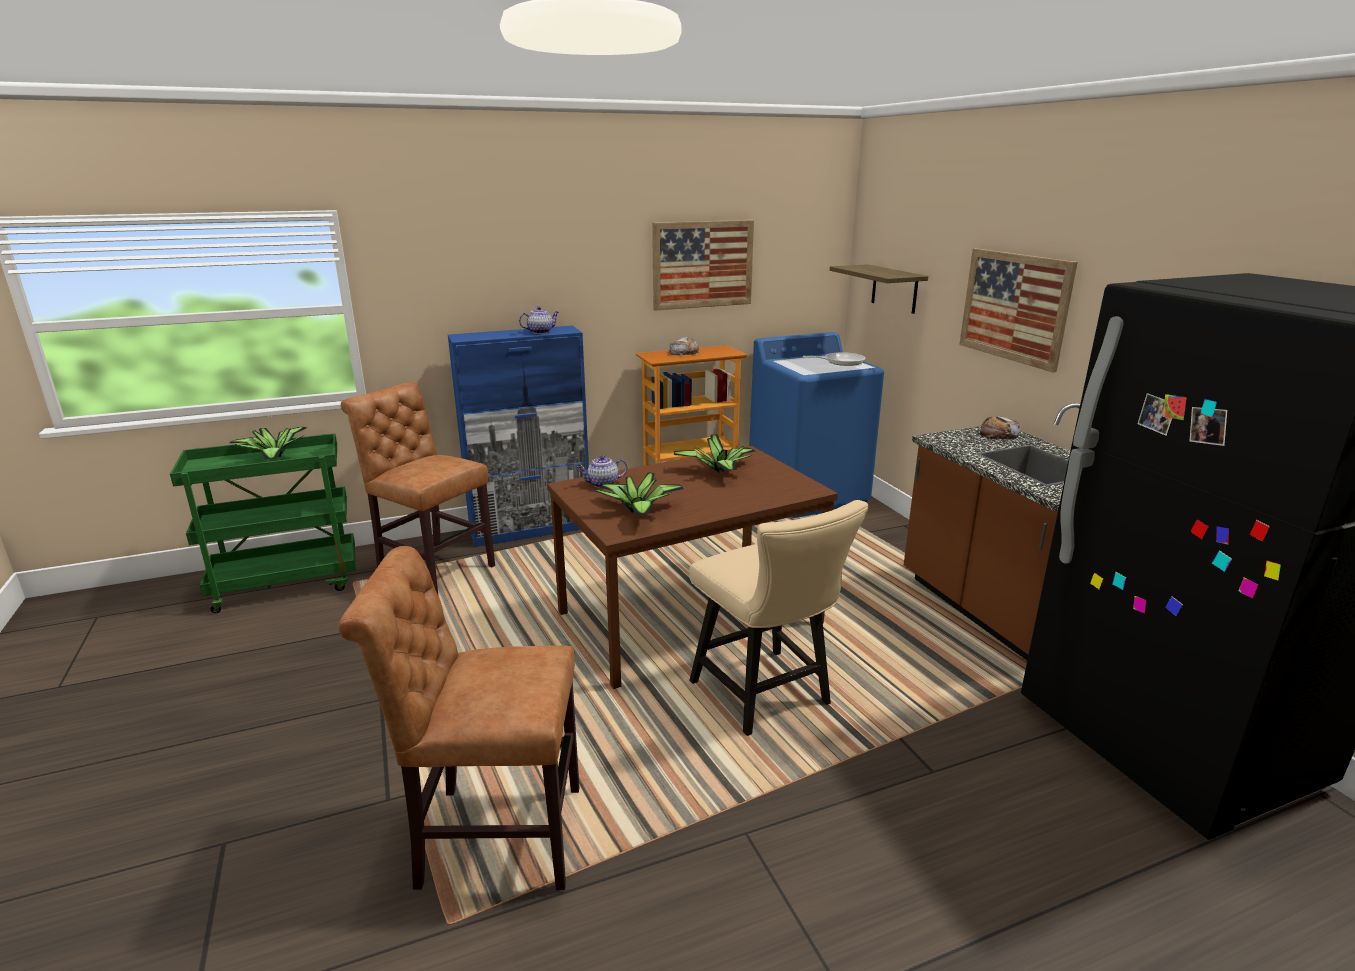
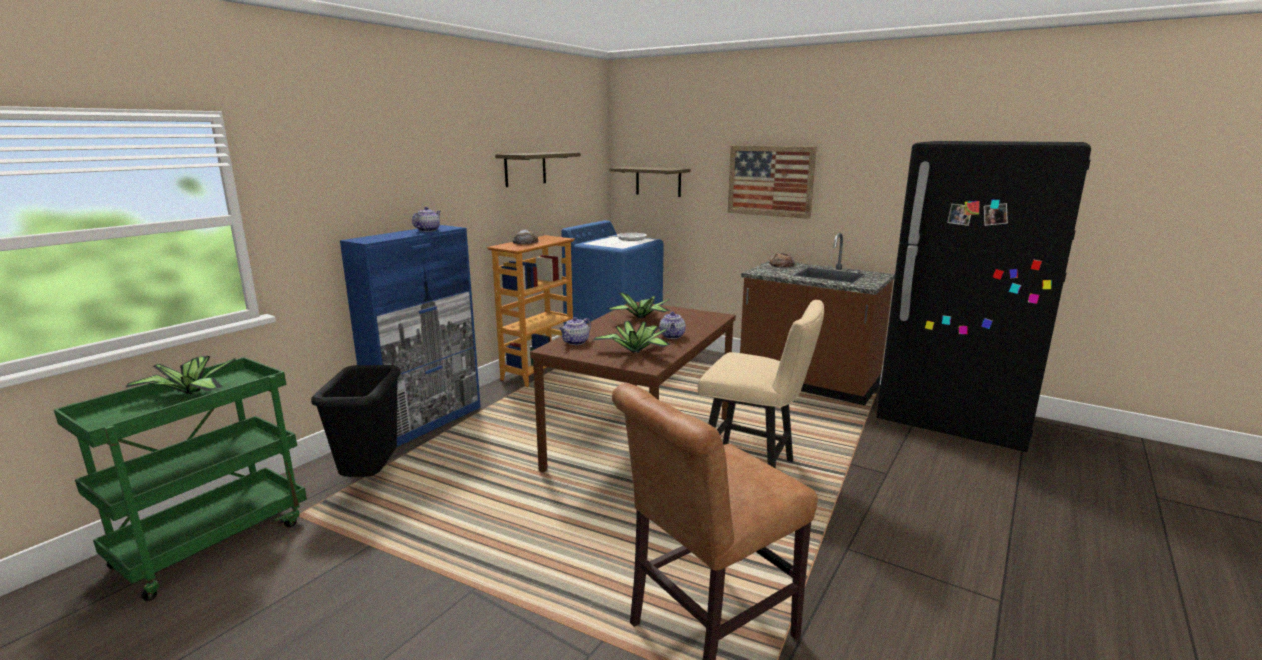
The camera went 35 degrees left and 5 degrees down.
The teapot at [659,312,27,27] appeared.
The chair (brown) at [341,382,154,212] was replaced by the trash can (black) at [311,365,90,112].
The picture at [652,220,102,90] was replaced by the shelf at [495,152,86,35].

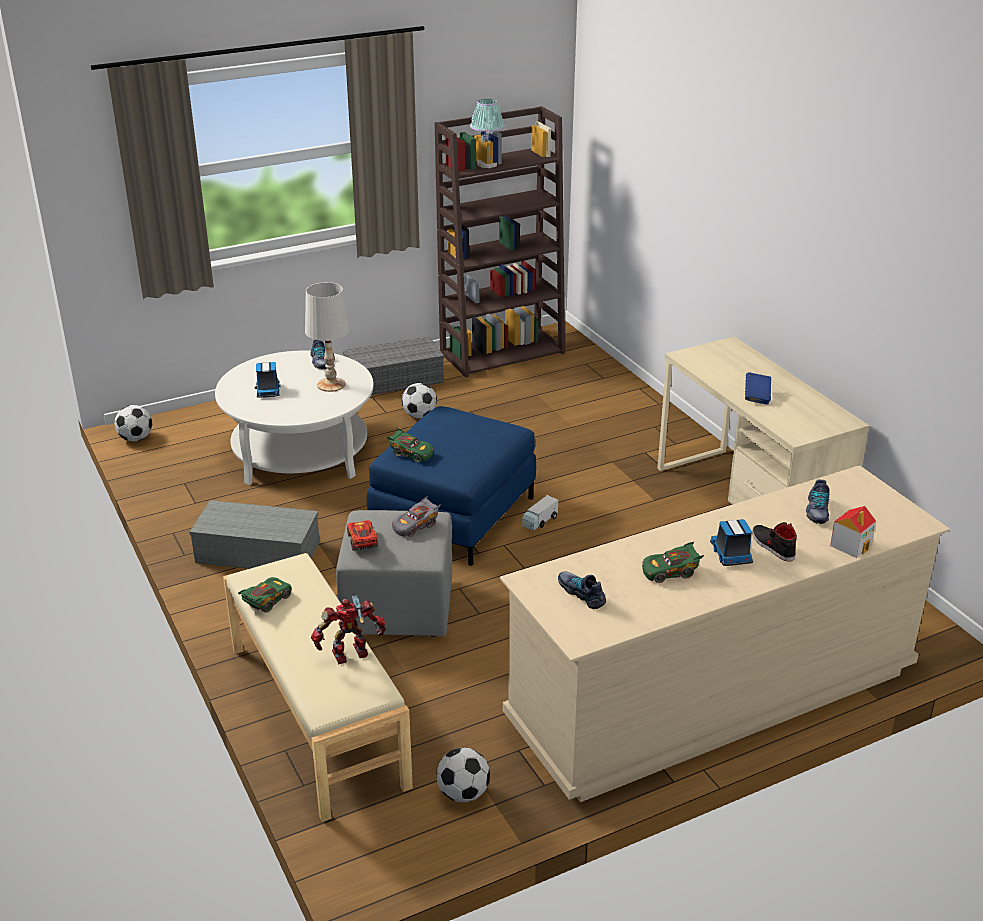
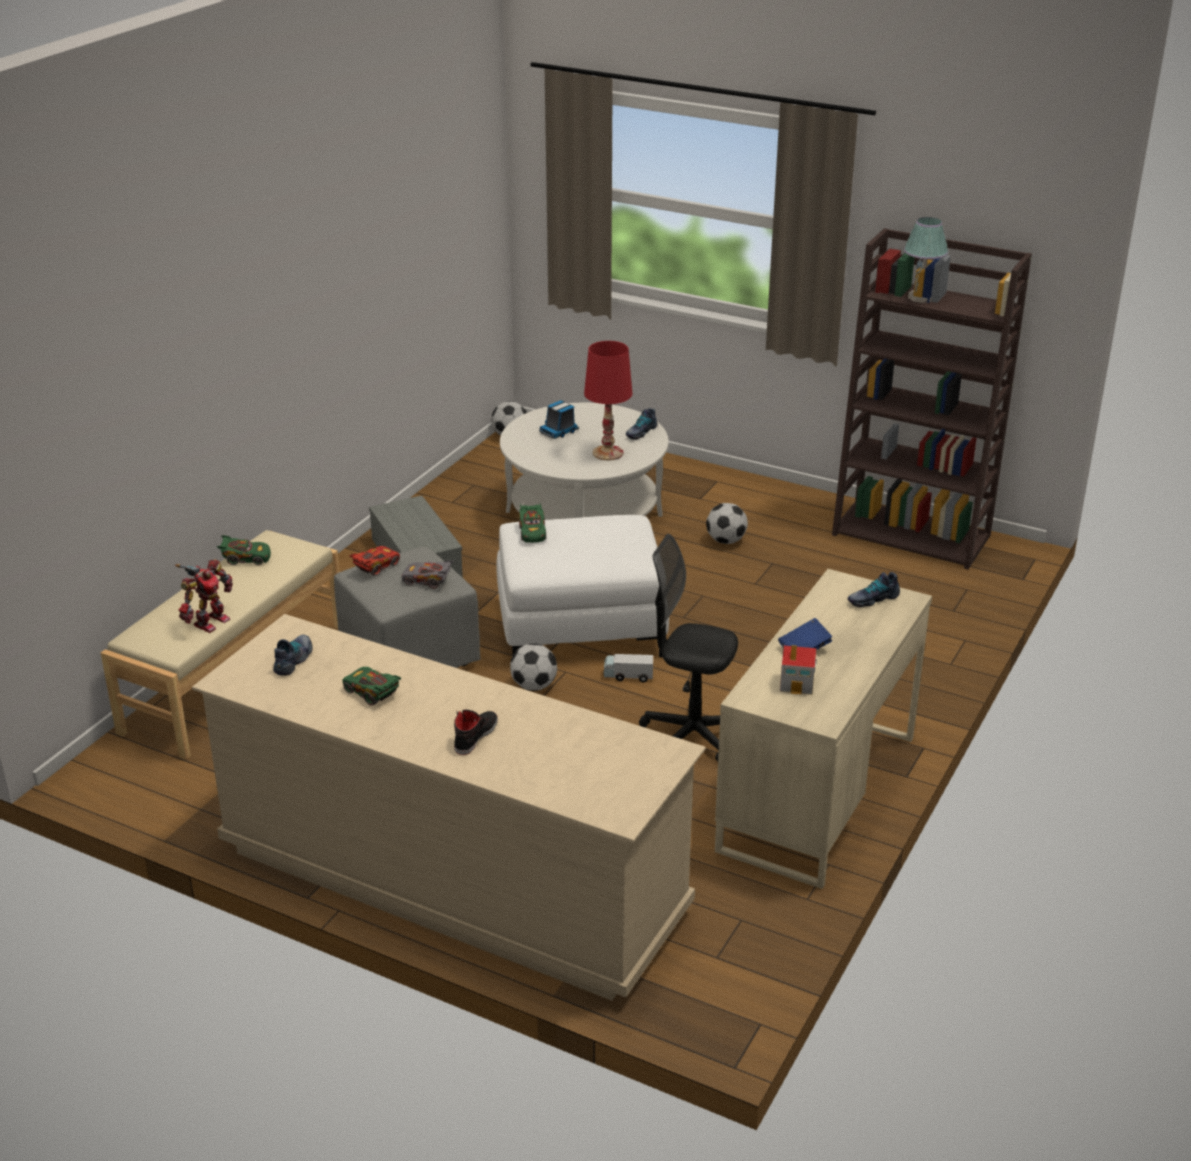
The camera went 55 degrees right and 0 degrees up.
The storage box (grey) at [343,337,101,58] disappeared.
The toy truck at [710,519,43,47] disappeared.
The office chair (black) at [639,534,99,228] appeared.
The football moved from [436,748,54,54] to [510,643,47,48].
The shoe moved from [806,479,23,45] to [848,572,52,35].
The toy house moved from [830,506,46,52] to [780,645,37,50].
The table lamp (white) at [305,282,45,110] became the table lamp (red) at [584,341,48,119].
The ottoman (blue) at [367,406,169,160] became the ottoman (white) at [496,515,173,142].
The toy robot at [311,595,75,69] turned 90 degrees clockwise.

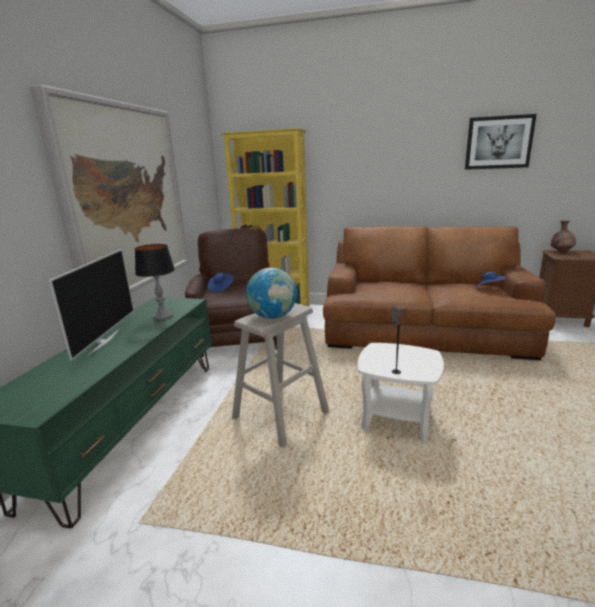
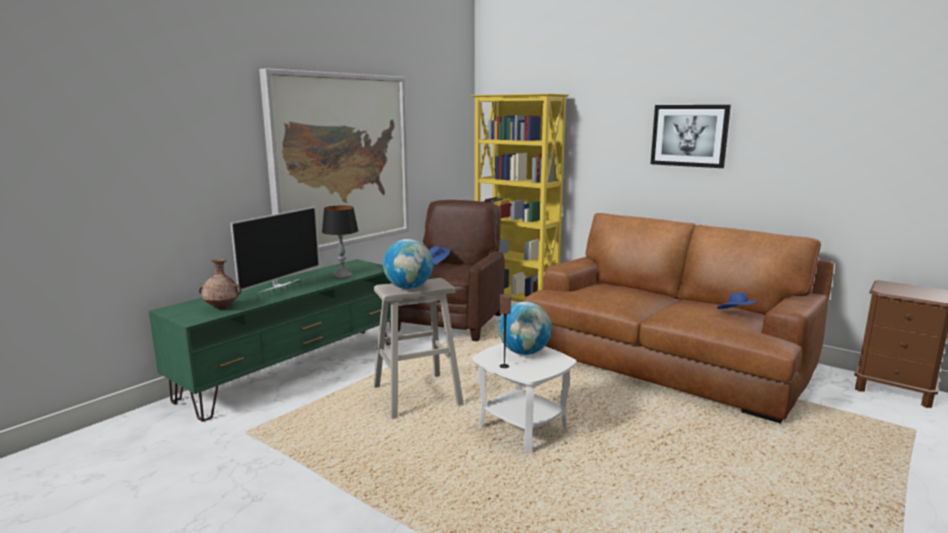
The camera went 25 degrees right and 5 degrees down.
The globe at [499,301,53,54] appeared.
The picture moved from [465,114,72,56] to [651,105,80,63].
The vase (brown) moved from [551,221,25,31] to [199,259,42,50].

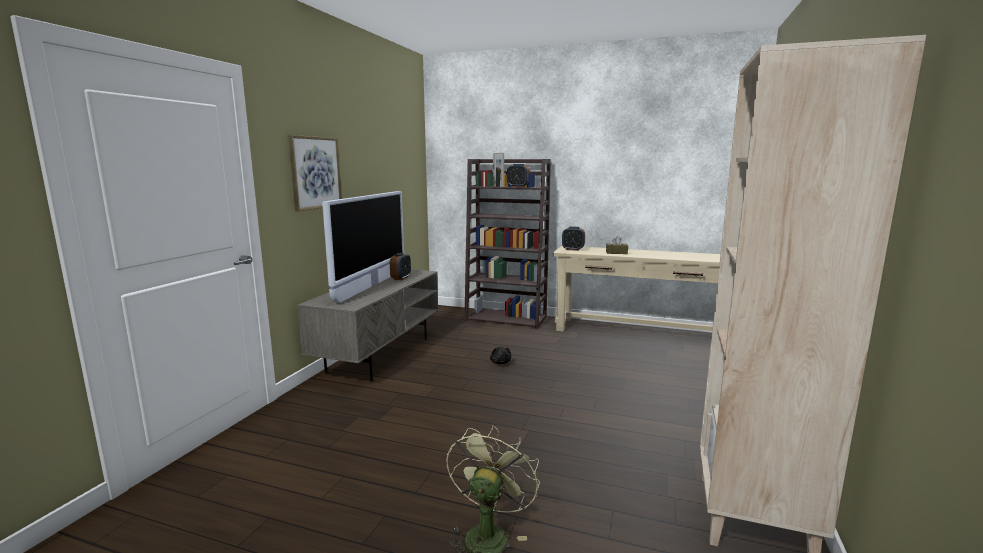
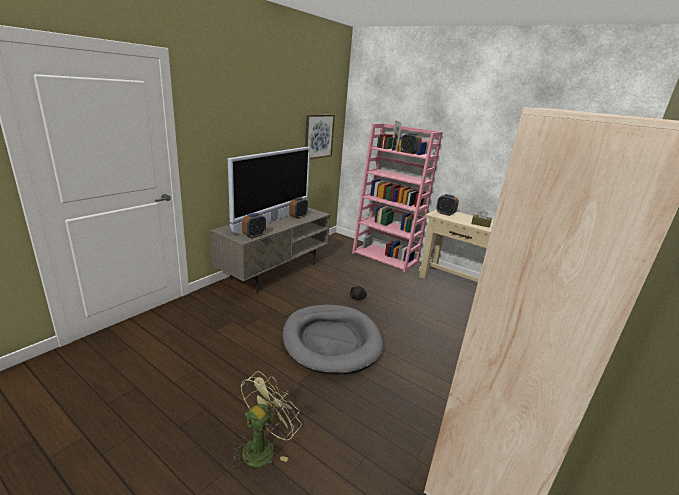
The camera went 15 degrees right and 10 degrees up.
The alarm clock at [242,213,24,25] appeared.
The dog bed (grey) at [283,305,100,69] appeared.
The picture moved from [288,135,54,76] to [305,114,30,45].
The bookcase (brown) at [464,159,87,170] became the bookcase (pink) at [352,123,91,149].

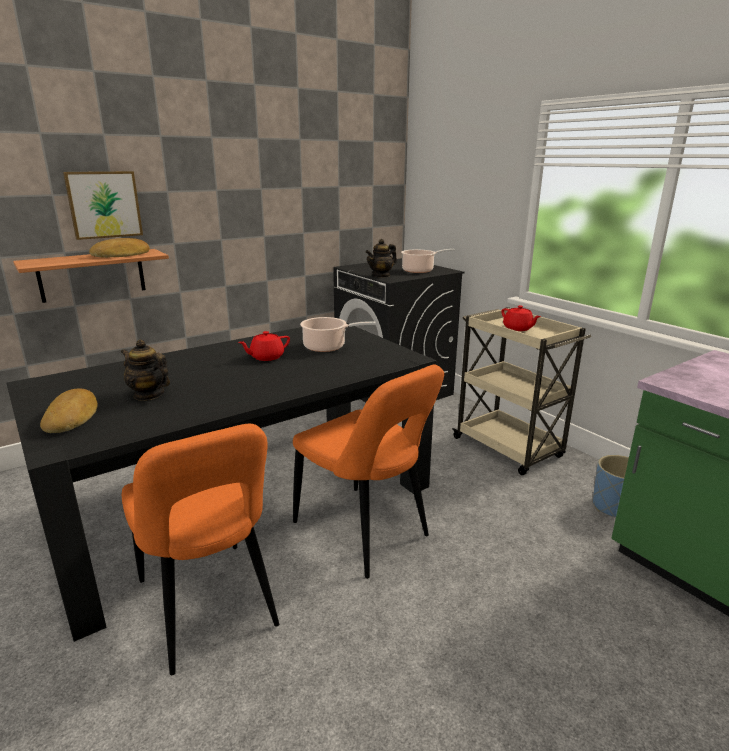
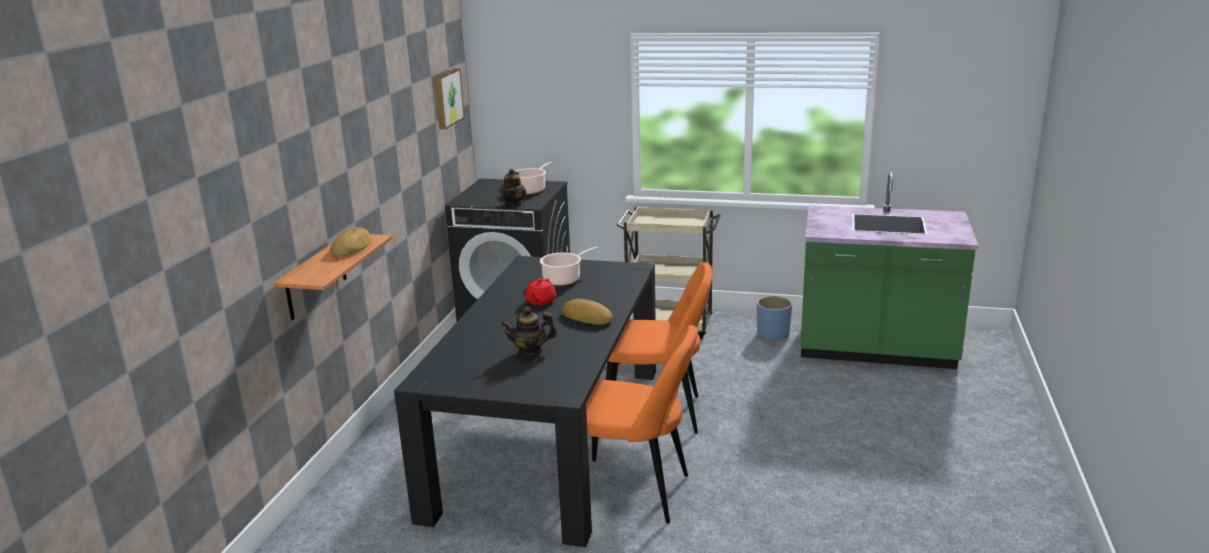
The camera went 40 degrees left and 0 degrees up.
The teapot (red) at [501,305,40,26] disappeared.
The bread moved from [40,388,58,45] to [561,299,52,26].
The picture moved from [63,171,80,69] to [434,68,31,61].

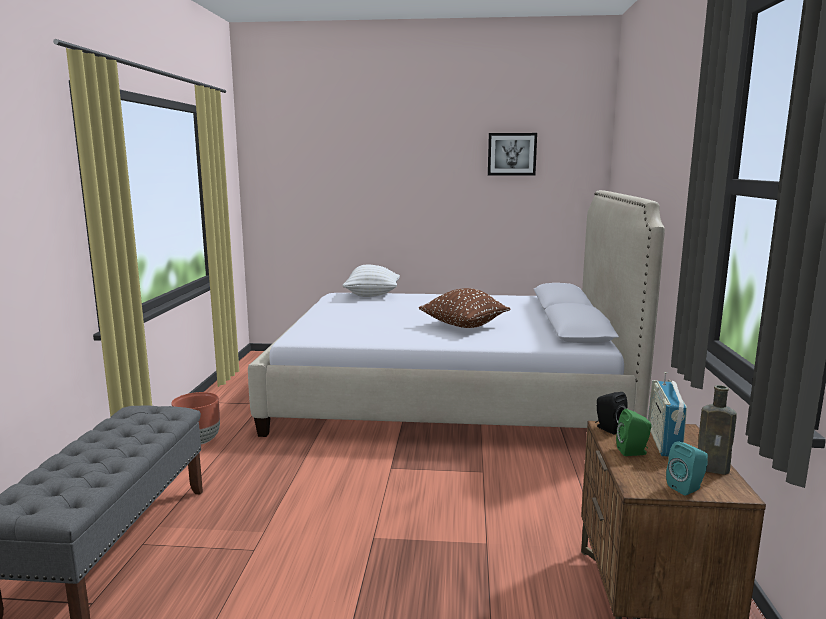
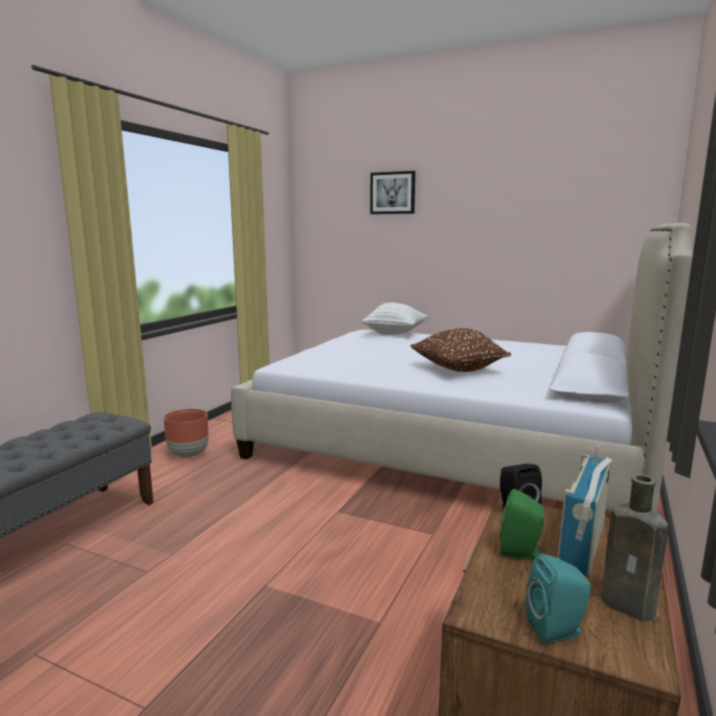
The camera went 20 degrees right and 0 degrees up.
The picture moved from [488,133,49,43] to [370,171,45,43].

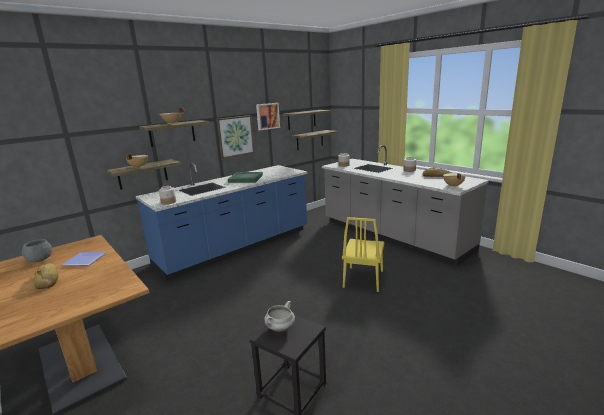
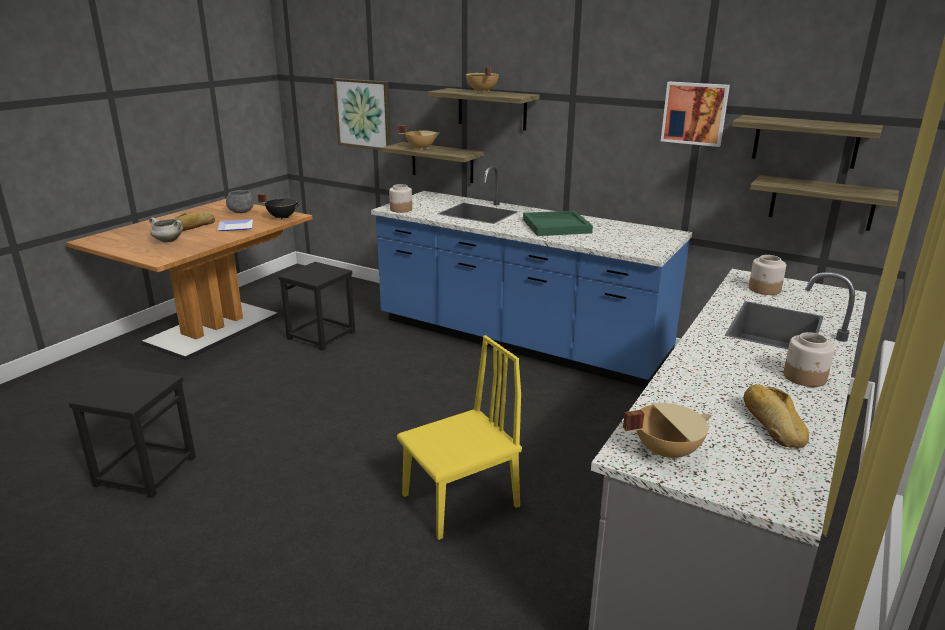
The camera went 70 degrees right and 5 degrees up.
The cooking pot (black) at [258,194,42,26] appeared.
The stool (black) at [278,262,77,89] appeared.
The picture moved from [216,115,39,44] to [333,78,58,72].
The cooking pot (white) moved from [264,301,31,31] to [149,217,34,26].
The chair (yellow) at [342,217,43,75] turned 150 degrees clockwise.

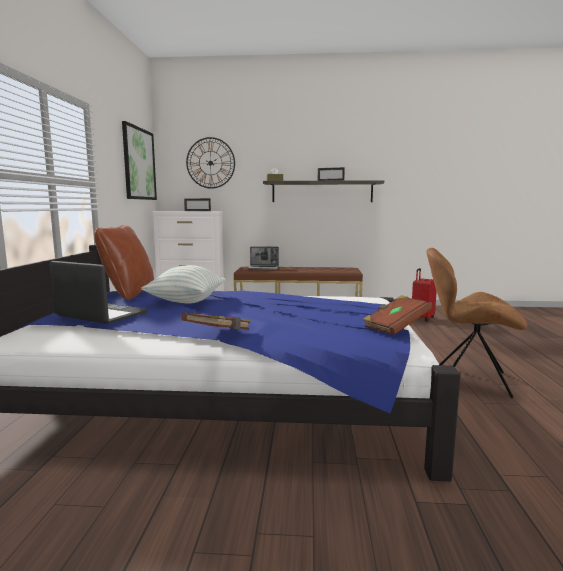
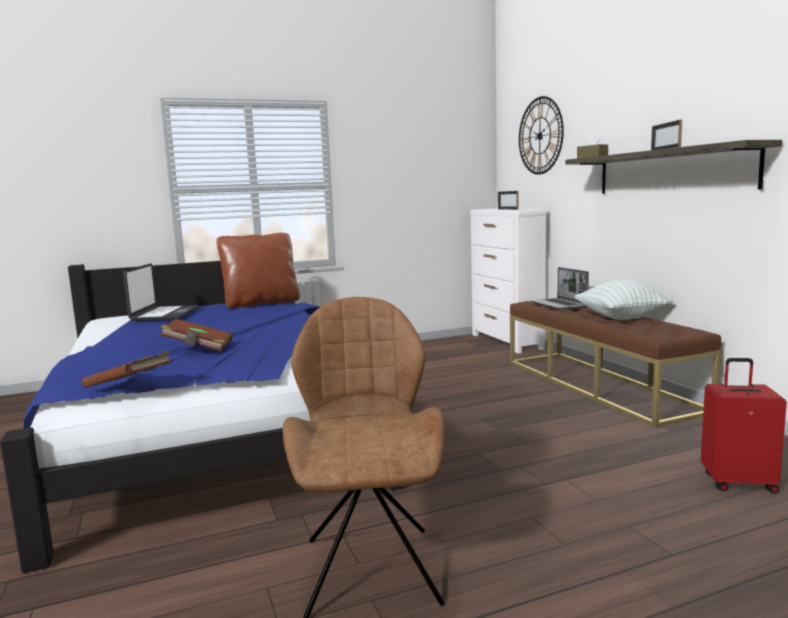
The camera went 65 degrees right and 0 degrees up.
The picture at [122,121,35,79] disappeared.
The pillow moved from [141,265,84,38] to [574,280,99,40].
The book (brown) moved from [182,313,69,17] to [160,319,73,33].

